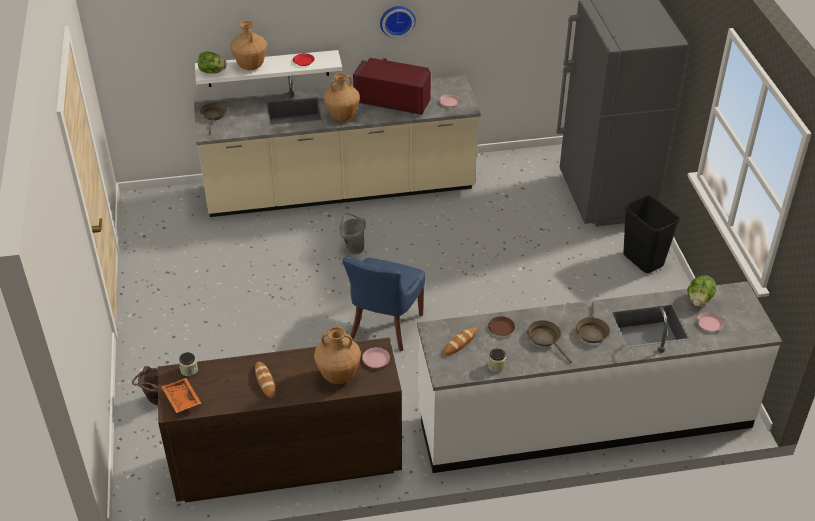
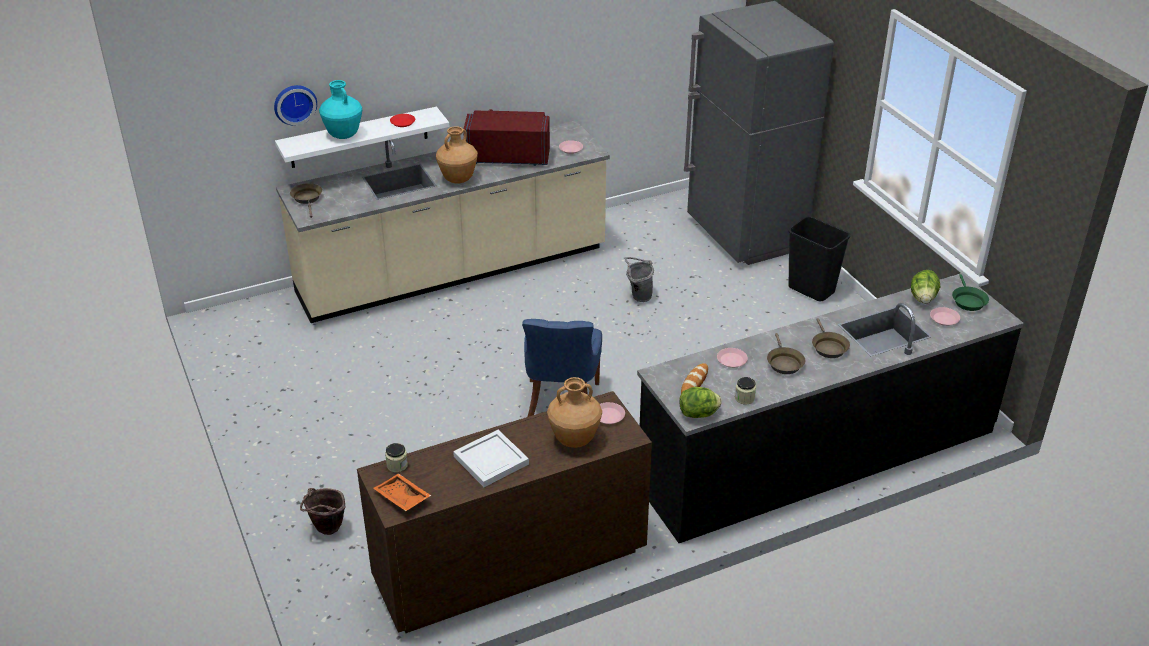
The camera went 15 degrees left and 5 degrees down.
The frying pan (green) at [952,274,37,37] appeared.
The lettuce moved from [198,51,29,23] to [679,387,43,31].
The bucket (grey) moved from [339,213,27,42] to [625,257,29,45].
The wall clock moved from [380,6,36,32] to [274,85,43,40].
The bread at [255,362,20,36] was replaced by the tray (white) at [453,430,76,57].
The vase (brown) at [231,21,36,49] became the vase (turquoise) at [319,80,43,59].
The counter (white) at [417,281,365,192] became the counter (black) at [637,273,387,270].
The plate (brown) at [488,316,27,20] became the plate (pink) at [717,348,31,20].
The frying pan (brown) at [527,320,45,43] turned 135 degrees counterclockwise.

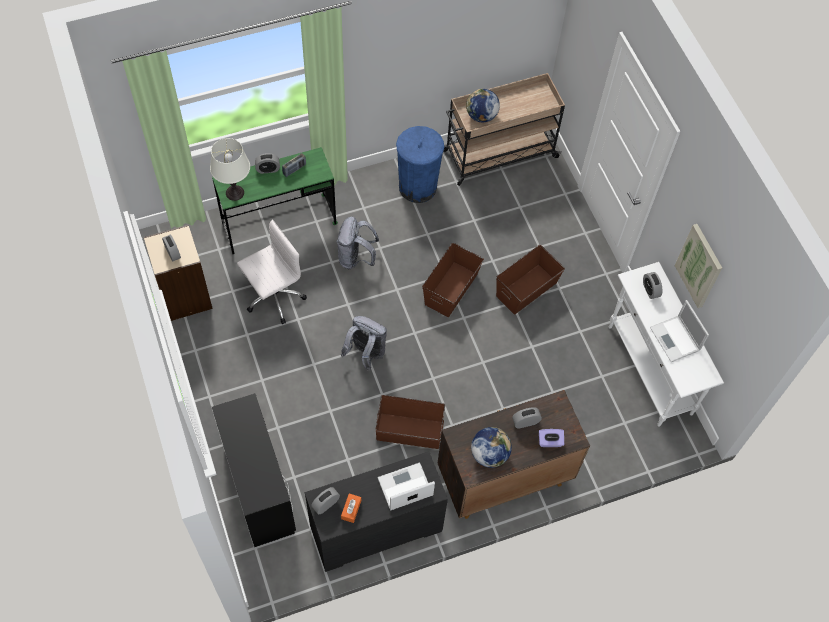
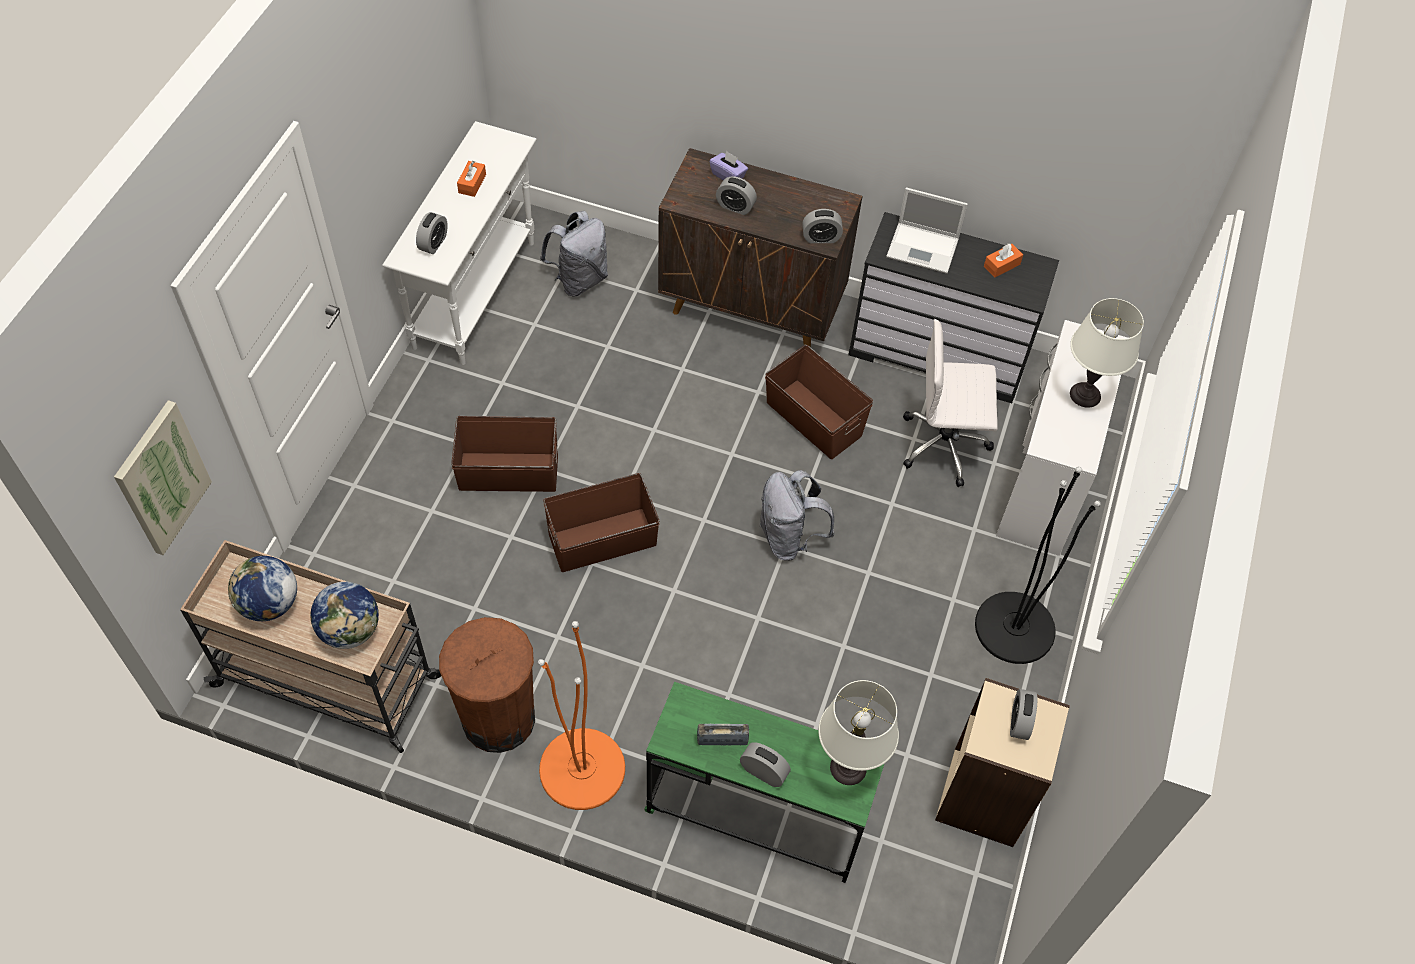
The camera went 140 degrees left and 5 degrees down.
The floor lamp (orange) at [538,621,87,189] appeared.
The floor lamp (black) at [975,466,126,198] appeared.
The table lamp (white) at [1070,298,74,110] appeared.
The office chair (white) moved from [237,220,70,104] to [903,319,95,168].
The alarm clock moved from [311,487,29,27] to [802,209,41,34].
The backpack (grey) moved from [336,216,43,53] to [540,211,68,85].
The globe moved from [471,427,41,41] to [228,556,69,65].
The picture moved from [675,224,47,84] to [114,400,98,155].
The laptop at [650,300,59,62] was replaced by the tissue box (orange) at [457,161,29,36].
The desk (black) at [212,393,84,154] became the desk (white) at [996,320,132,236].
The trash can (blue) at [396,126,48,77] became the trash can (brown) at [439,617,96,136].

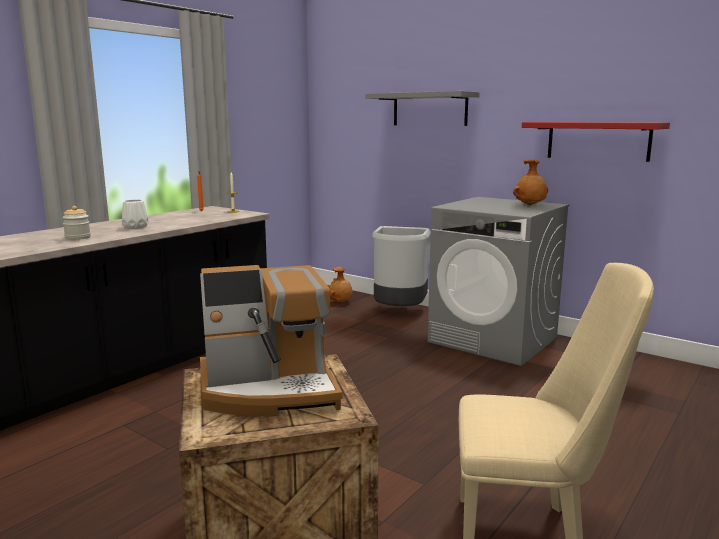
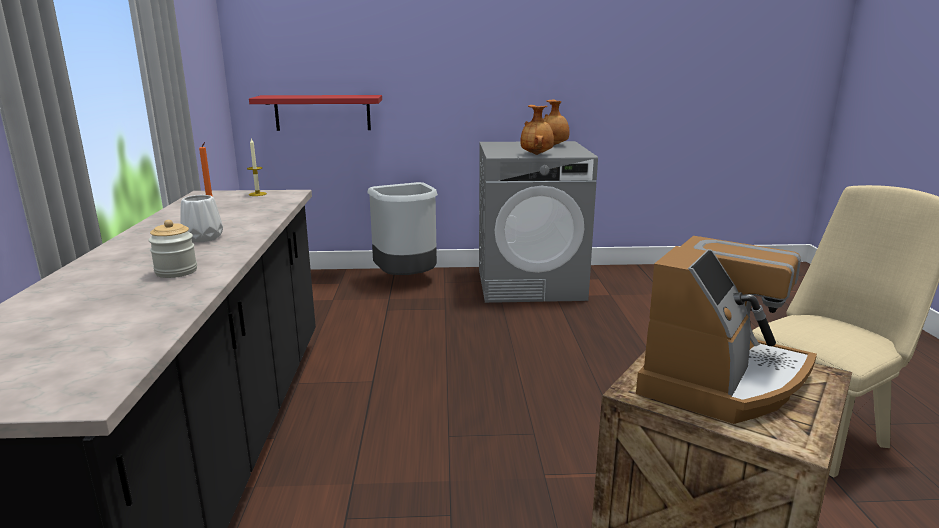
The camera went 40 degrees left and 5 degrees up.
The shelf (grey) at [365,91,115,35] disappeared.
The vase (brown) moved from [329,267,24,36] to [520,105,34,50].
The shelf (red) moved from [522,122,148,40] to [249,95,133,36].

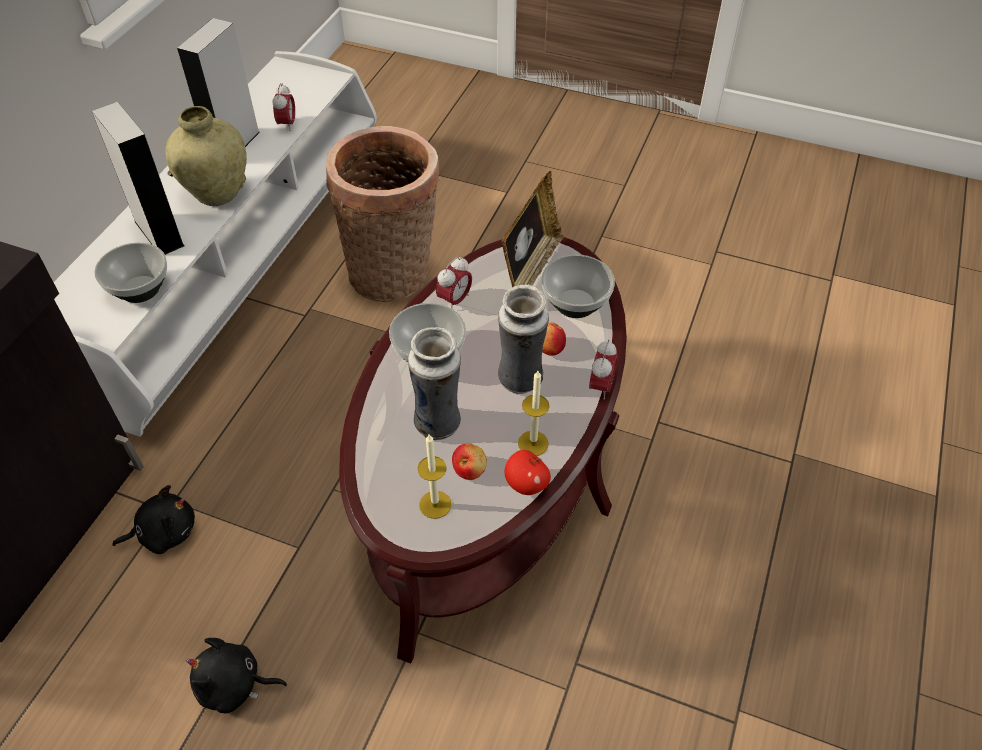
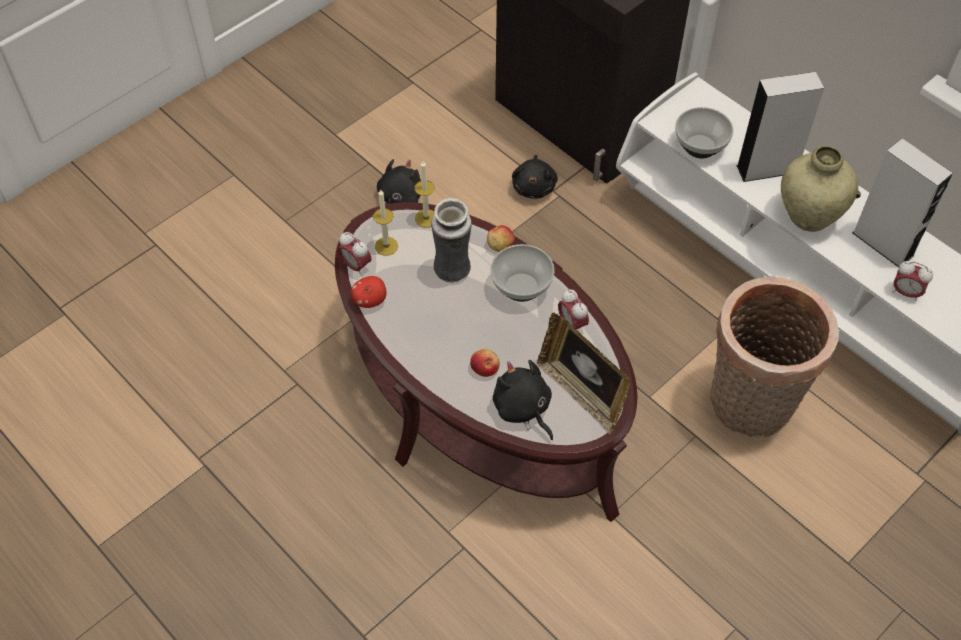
The camera went 115 degrees right and 5 degrees up.
The vase at [498,284,51,110] disappeared.
The apple moved from [452,443,35,37] to [487,225,28,27].
The candle moved from [518,371,31,85] to [415,161,20,66].
The alarm clock moved from [589,340,29,59] to [338,232,34,44].
The bowl at [542,255,73,63] was replaced by the plush toy (black) at [493,360,60,80].

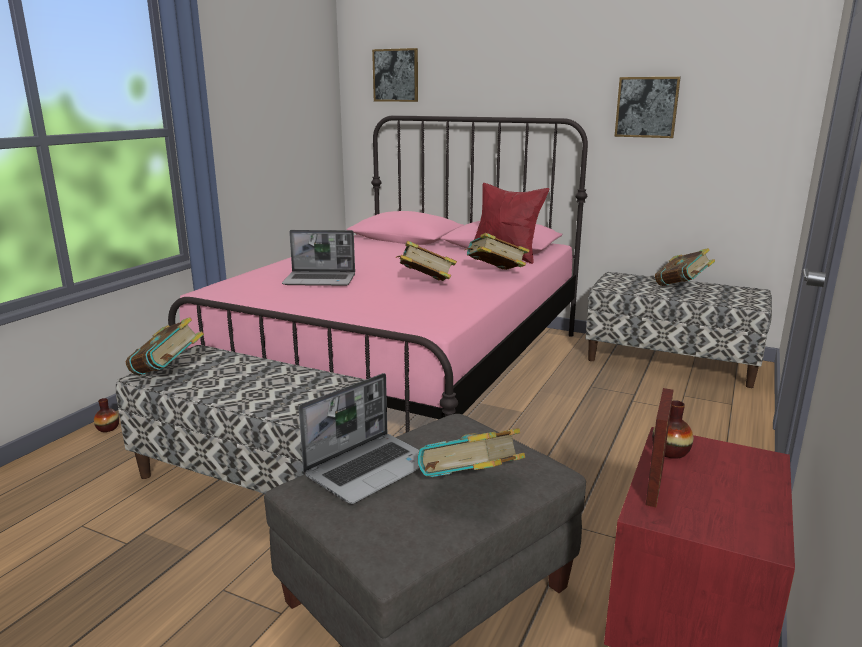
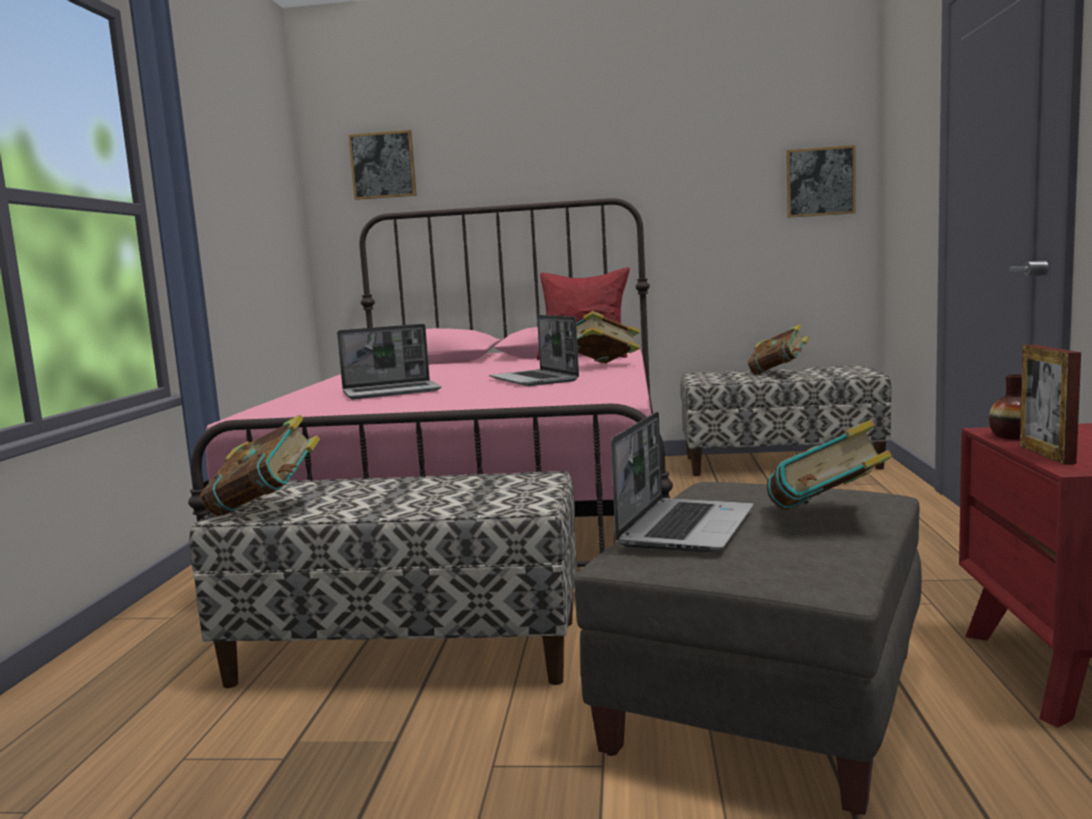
The camera went 20 degrees left and 10 degrees down.
The vase at [94,398,25,34] disappeared.
The picture moved from [614,77,67,61] to [786,145,70,73].
The book at [396,241,61,40] was replaced by the laptop at [489,315,90,71].

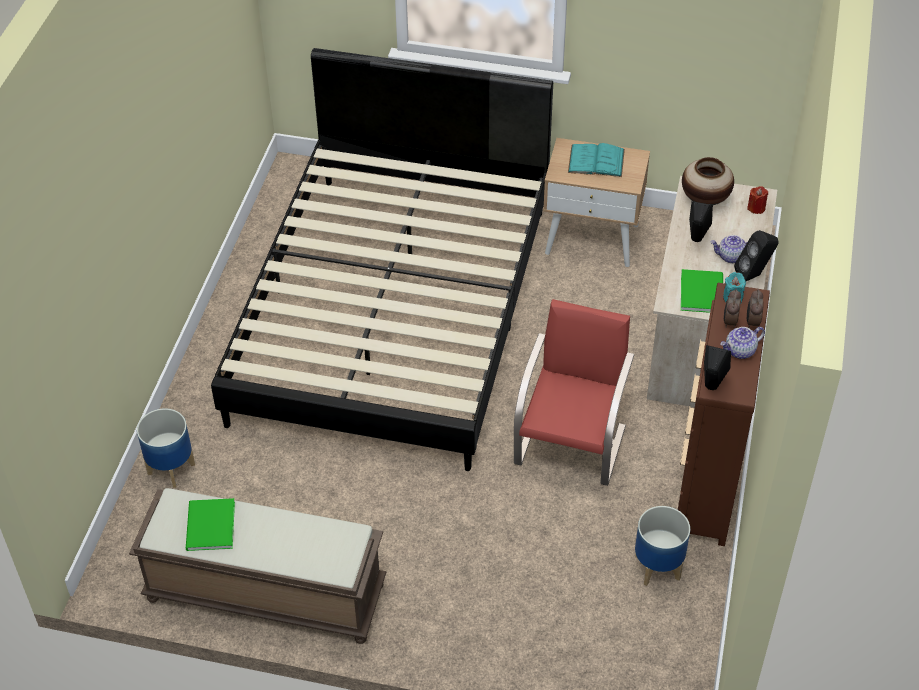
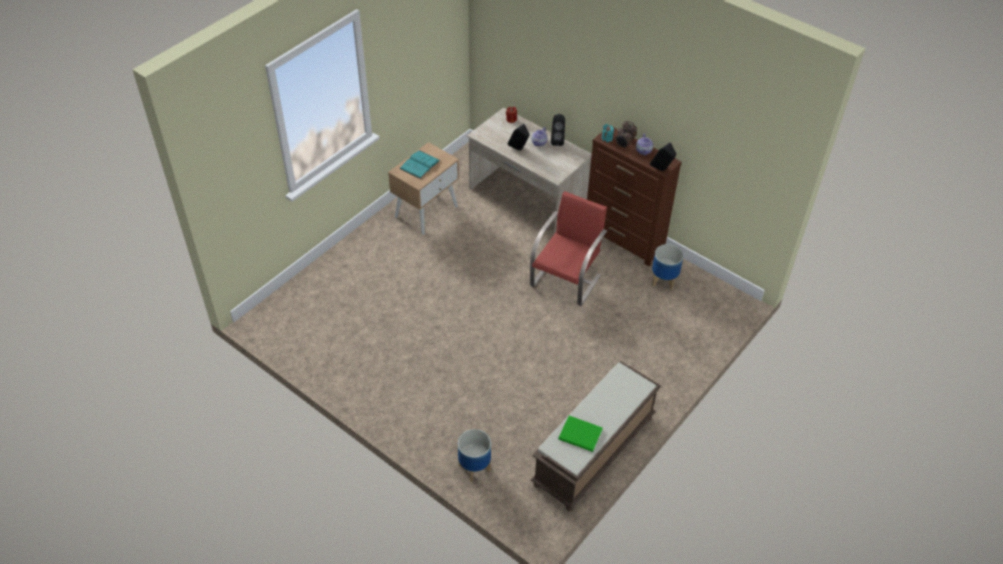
The camera went 65 degrees left and 0 degrees up.
The bed (black) at [211,48,342,423] disappeared.
The book (green) at [681,269,42,44] disappeared.
The vase at [682,157,52,48] disappeared.
The chair (red) at [514,299,121,187] turned 75 degrees clockwise.

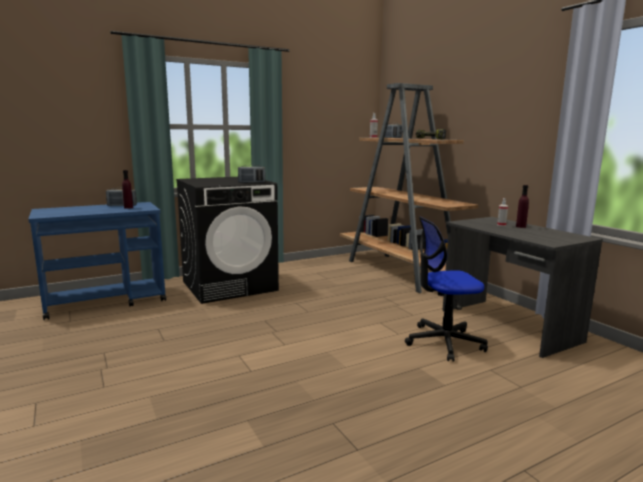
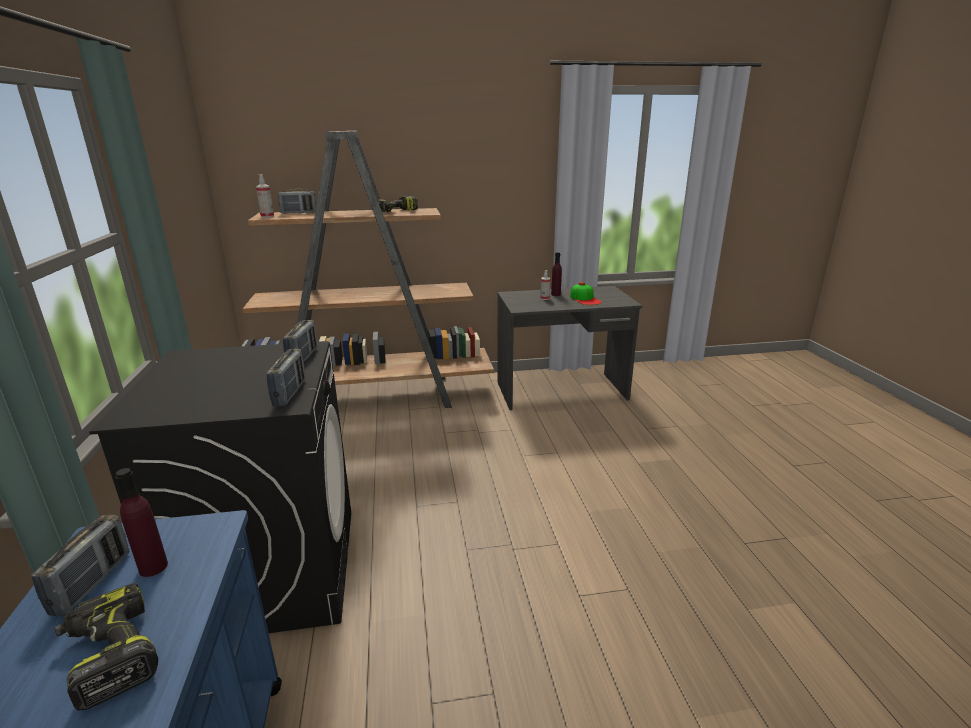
The camera went 70 degrees left and 10 degrees up.
The office chair at [405,217,83,145] disappeared.
The power drill at [54,583,104,128] appeared.
The radio at [266,349,39,58] appeared.
The cap at [570,282,32,23] appeared.

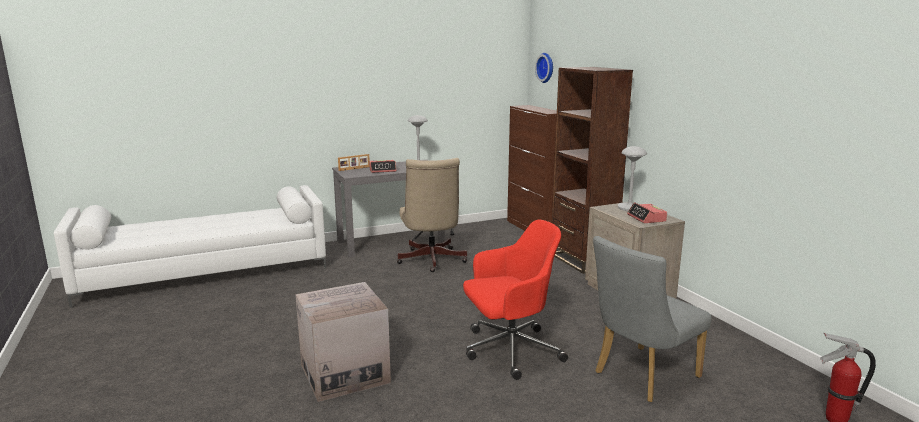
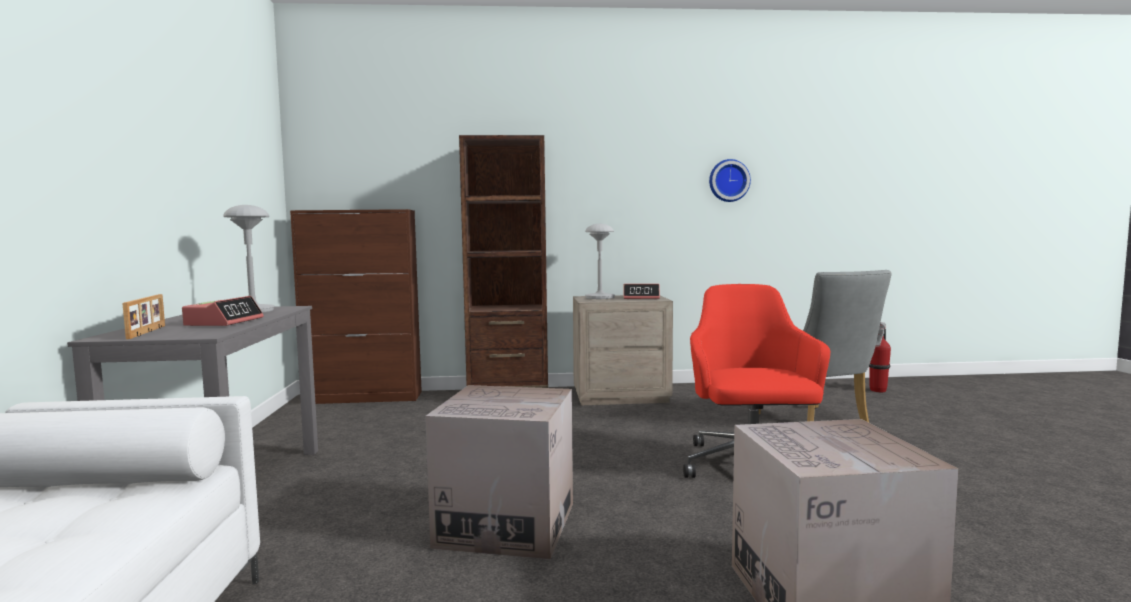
The camera went 70 degrees left and 10 degrees down.
The office chair (beige) at [397,158,70,114] disappeared.
The cardboard box at [425,385,148,175] appeared.
The wall clock moved from [535,53,18,30] to [709,159,42,43].

